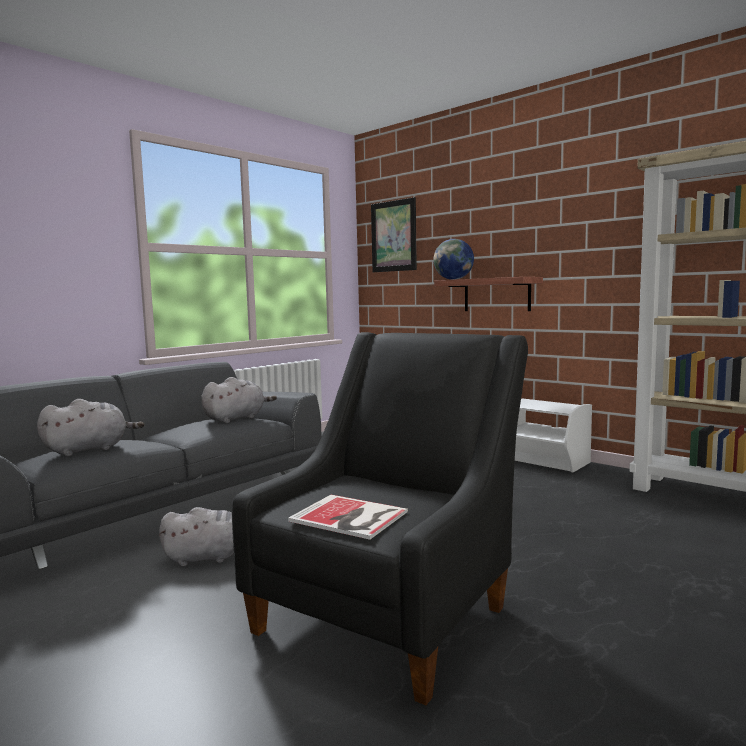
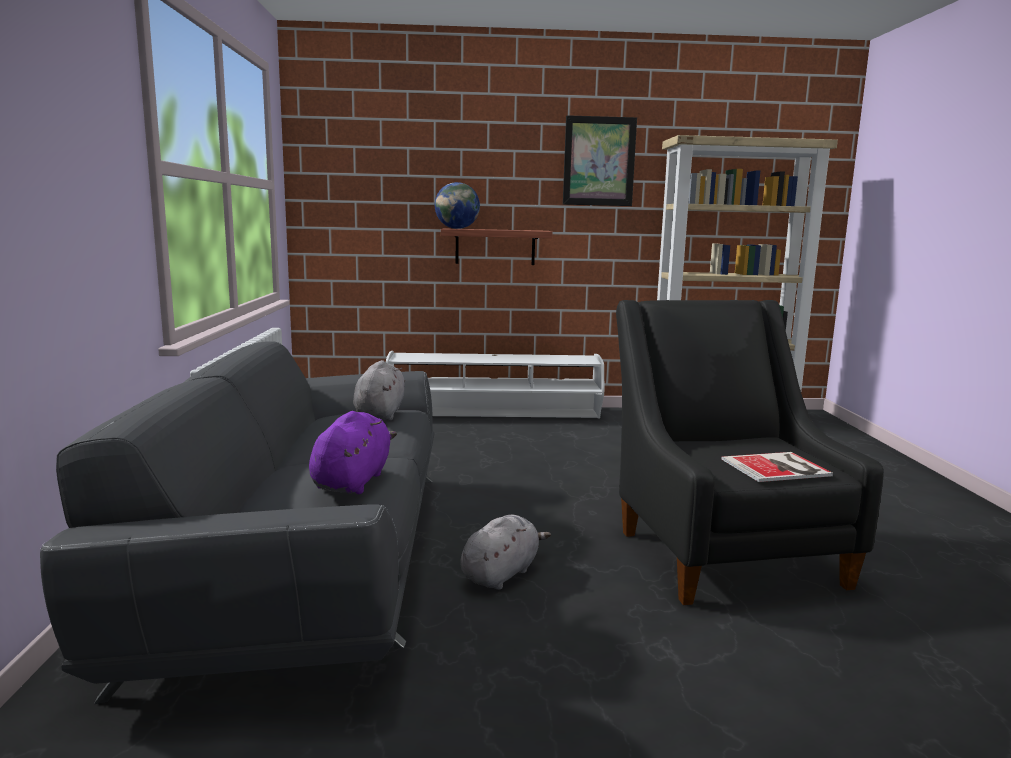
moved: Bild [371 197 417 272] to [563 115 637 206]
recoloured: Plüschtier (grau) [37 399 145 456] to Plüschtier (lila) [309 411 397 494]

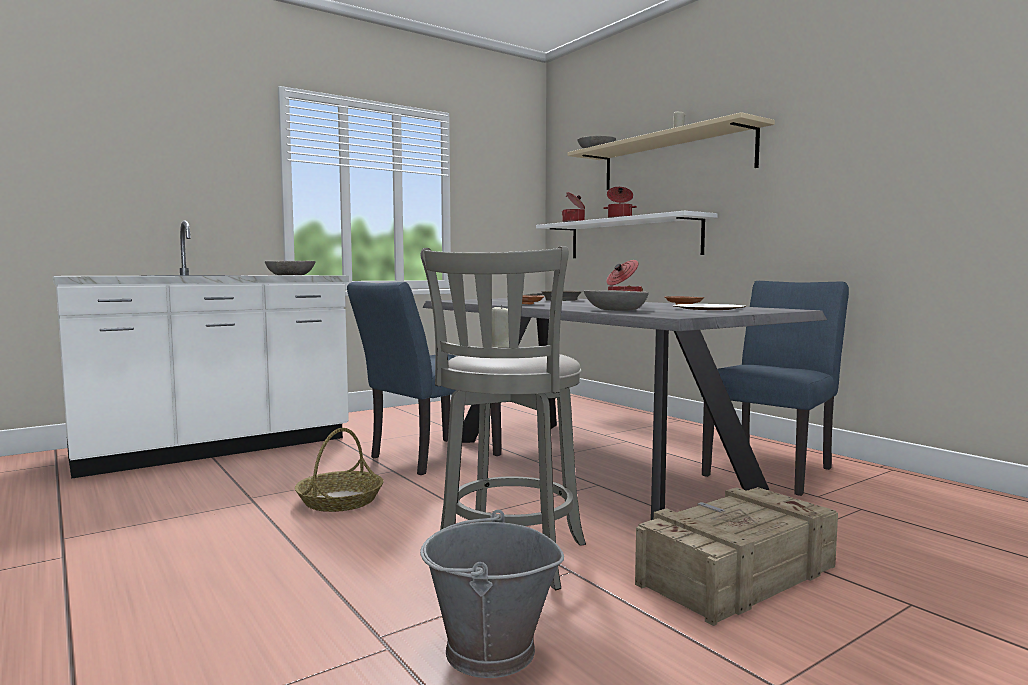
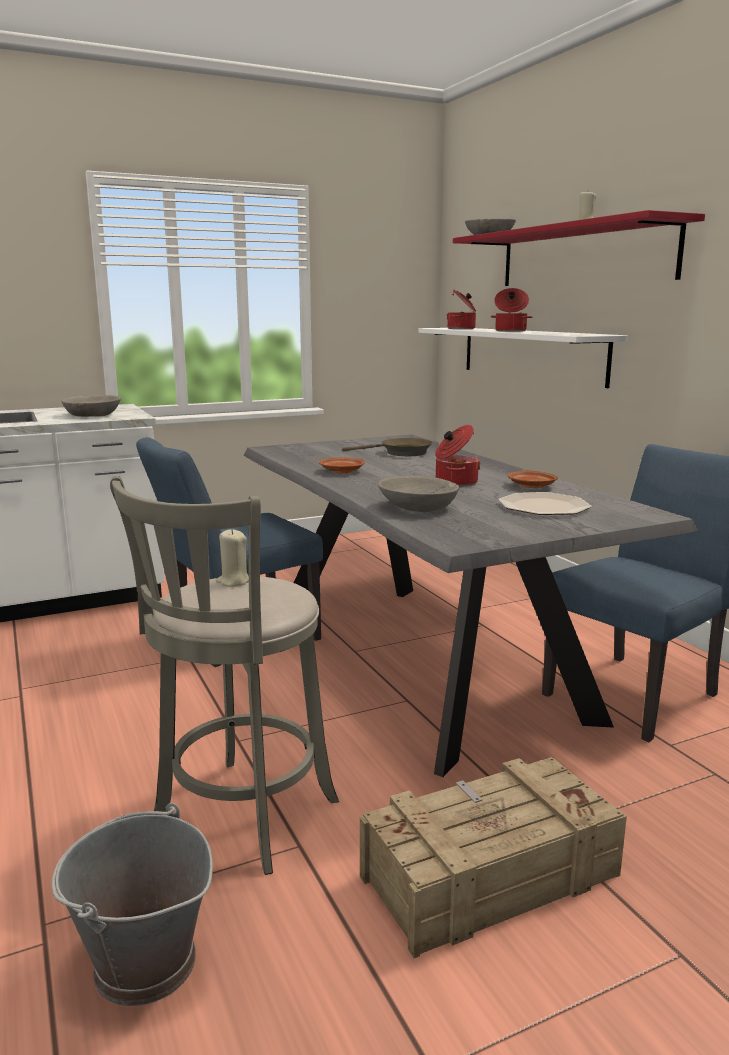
removed: Korb [295 428 383 512]
recoloured: Wandregal (beige) [567 112 775 190] to Wandregal (rot) [453 210 705 286]

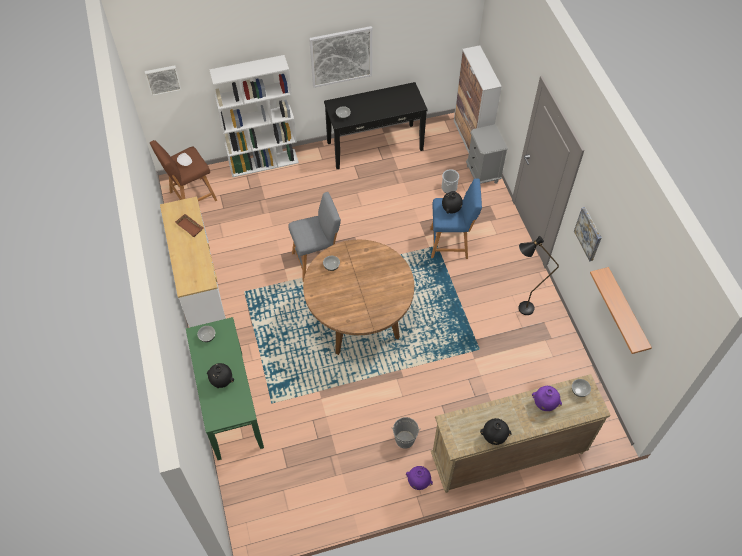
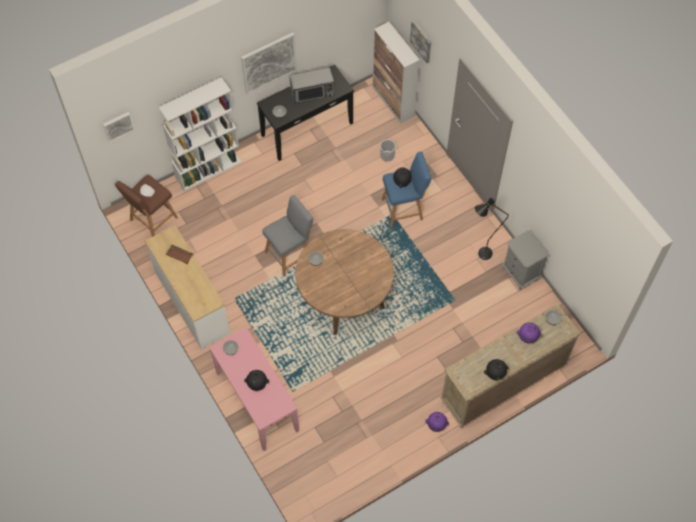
removed: Eimer (grau) [391 417 421 449]; Wandregal [590 267 652 354]
added: Mikrowelle [289 67 334 103]
moved: Bild [574 207 602 261] to [410 21 431 63]; Nachttisch (grau) [466 124 508 184] to [503 230 548 290]
recoloured: Konsolentisch (grün) [186 317 264 460] to Konsolentisch (rosa) [209 327 299 451]

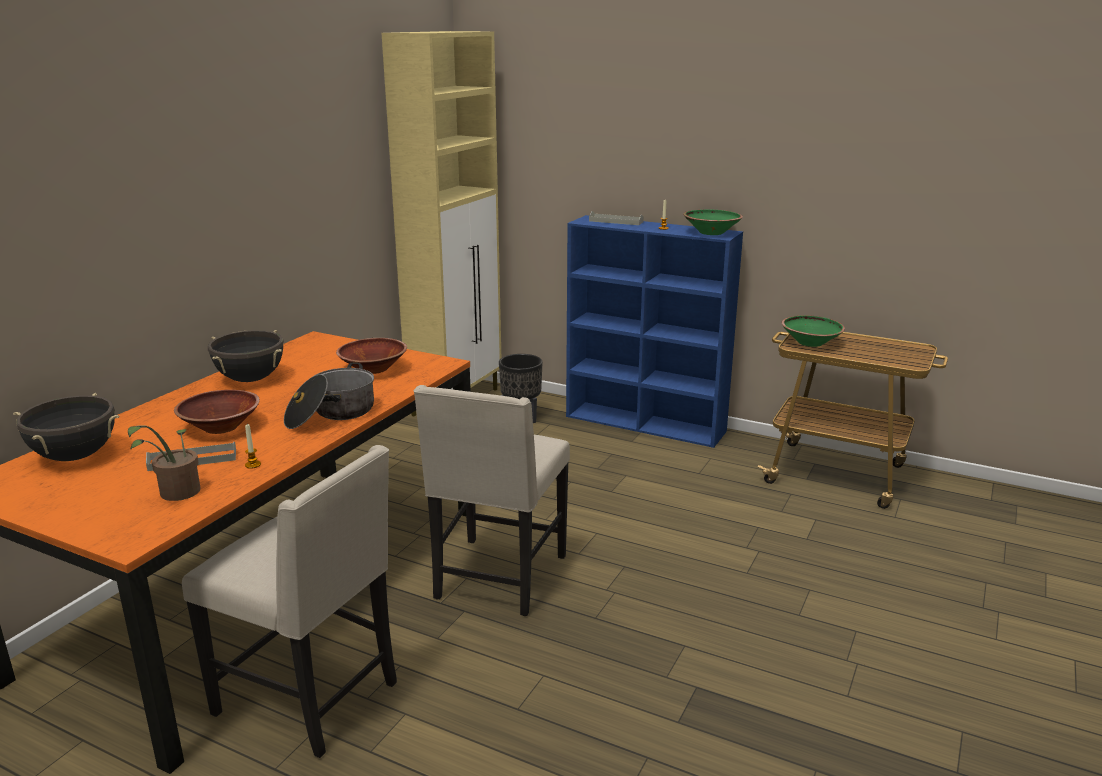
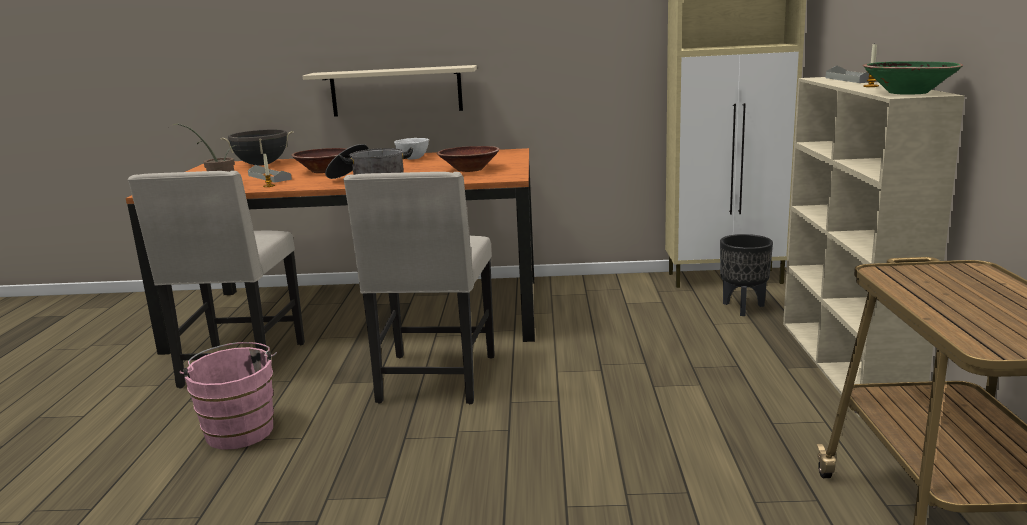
removed: Schüssel (grün) [782 315 845 347]
added: Eimer (rosa) [180 342 277 450]; Wandregal (beige) [303 65 477 117]
replaced: Kochtopf (schwarz) [208 330 284 382] to Schüssel (weiß) [394 138 429 159]
recoloured: Bücherregal (blau) [566 215 743 448] to Bücherregal (beige) [783 77 964 417]
turned: Stuhl (beige) [414 385 570 616] = [343 172 495 404] 75 degrees counterclockwise

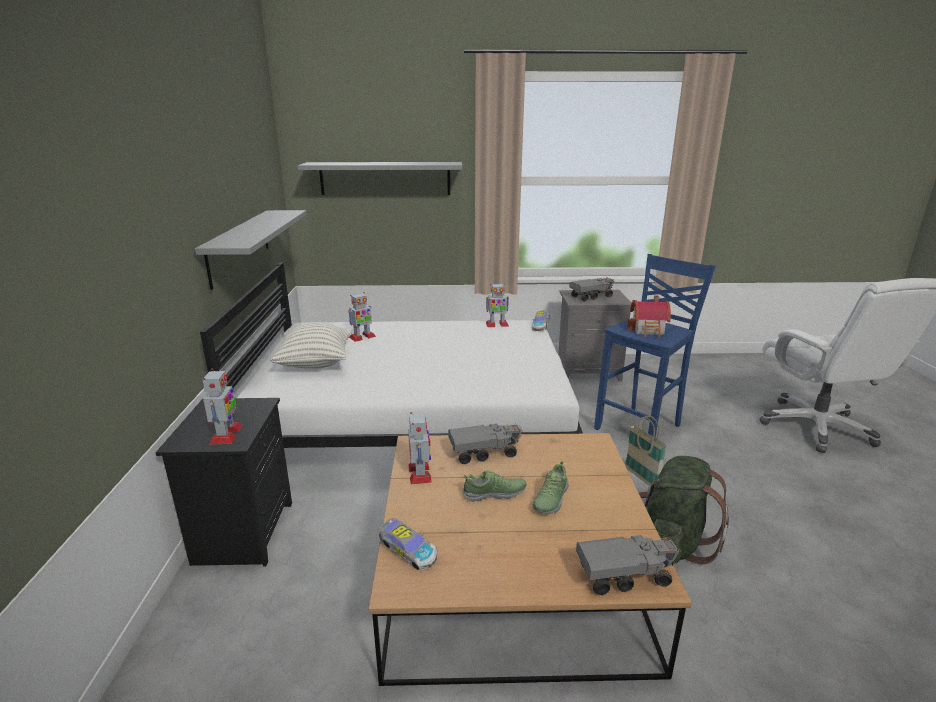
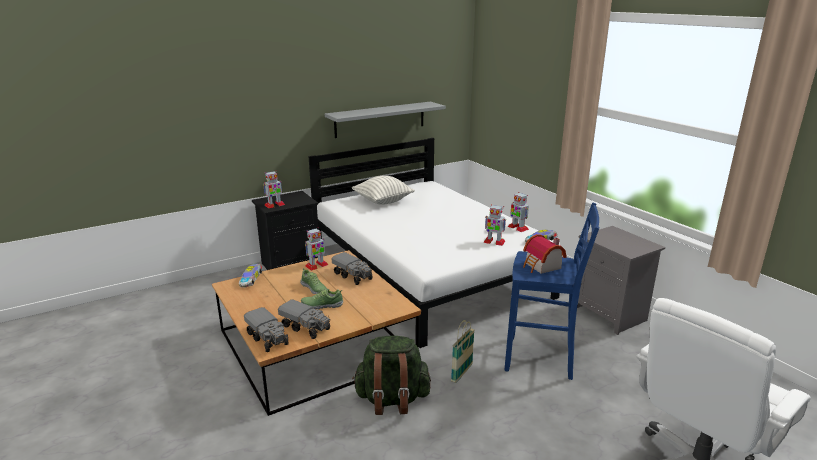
removed: Wandregal (grau) [298 162 462 195]
moved: Spielzeuglaster [569 278 615 301] to [278 299 330 339]; Spielzeugroboter [348 292 376 342] to [483 204 506 246]

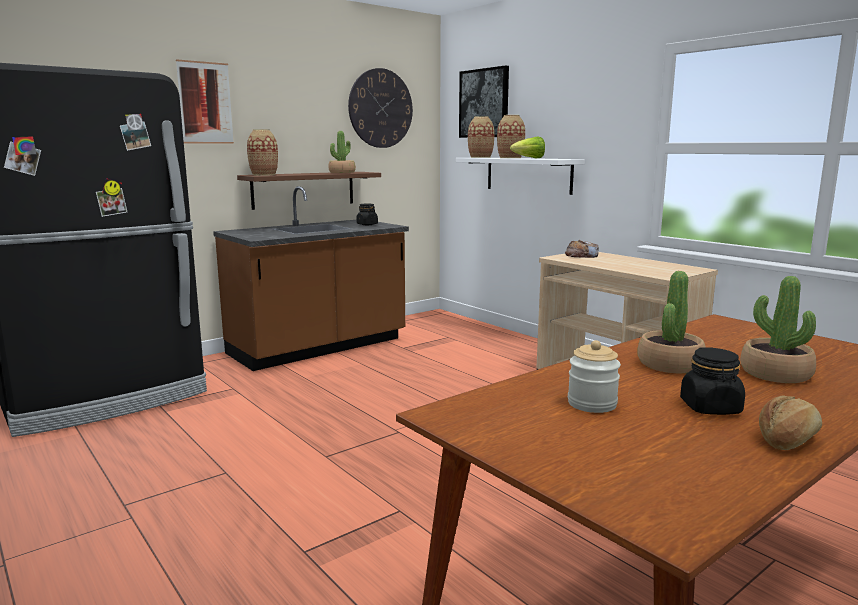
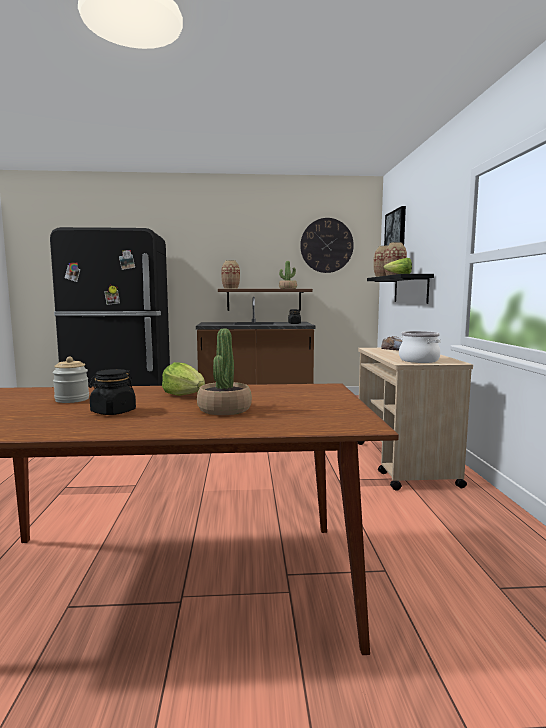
removed: Bild [176 59 234 144]; Brot [759 396 822 450]
added: Kochtopf [399 331 441 363]
replaced: Topfpflanze [637 271 706 373] to Salatkopf [162 362 205 396]
recoloured: Wandregal (weiß) [455 158 585 195] to Wandregal (schwarz) [367 274 434 304]

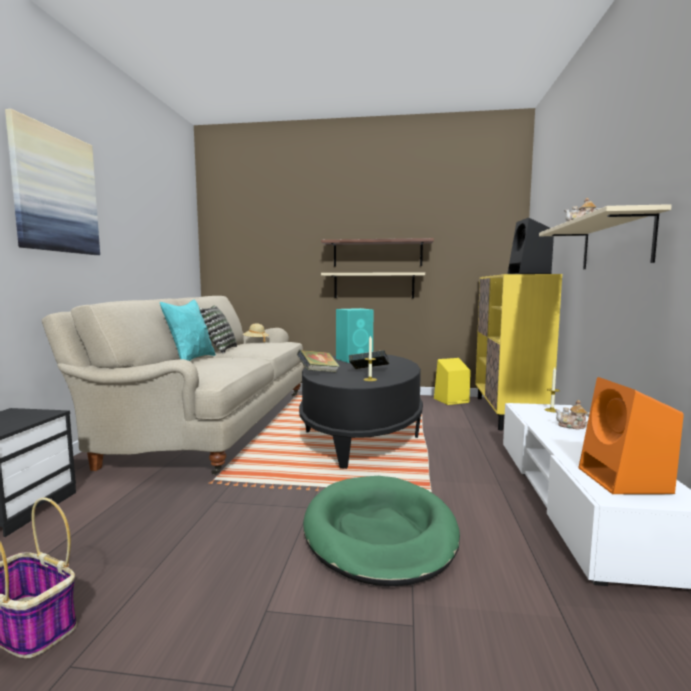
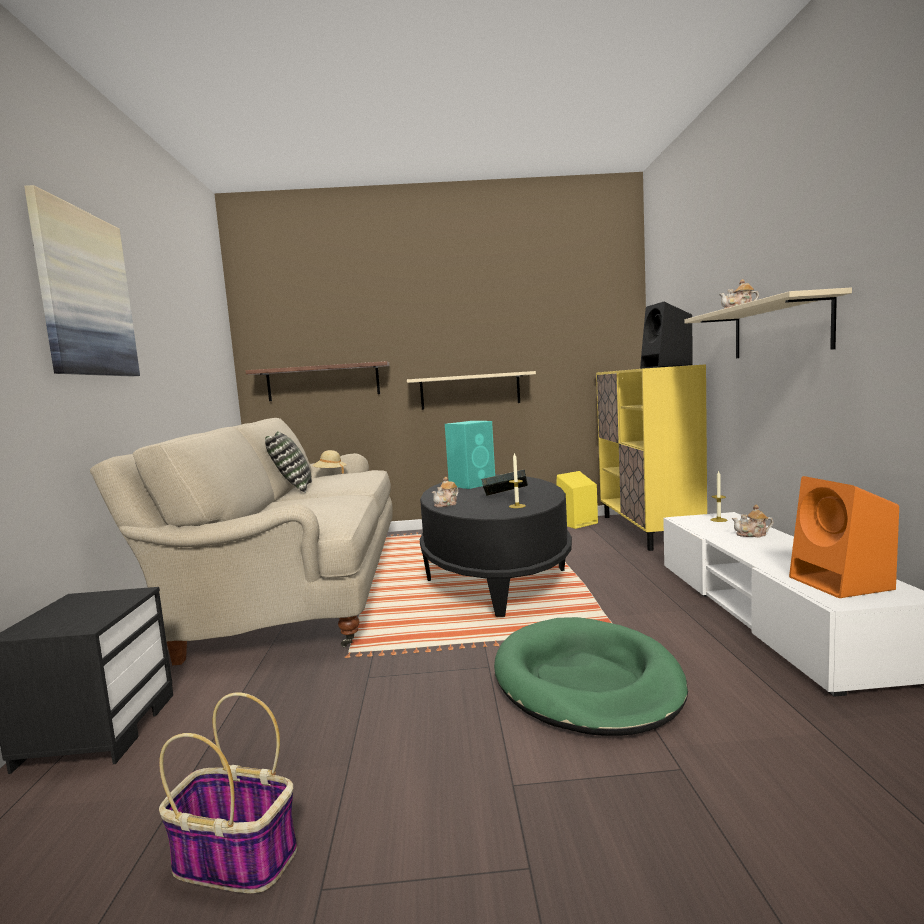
removed: Kissen (türkis) [160 300 216 361]
moved: Wandregal [321 238 434 266] to [246 361 389 401]
replaced: Buch [297 350 340 373] to Teekanne [432 477 459 507]

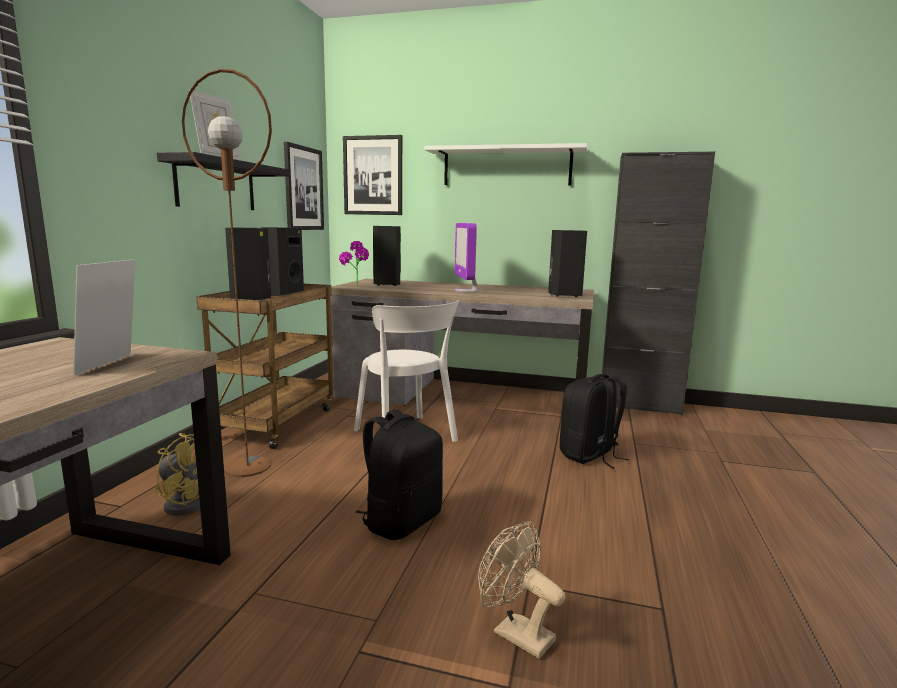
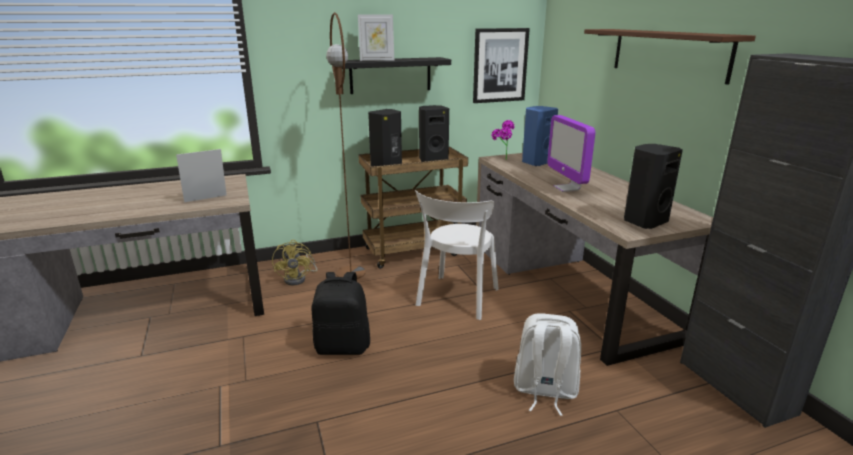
removed: Bild [343 135 402 215]; Ventilator (beige) [478 522 565 659]
recoloured: Rucksack (schwarz) [560 374 629 469] to Rucksack (weiß) [514 313 581 416]; Lautsprecher (schwarz) [373 226 401 286] to Lautsprecher (blau) [522 106 558 166]; Wandregal (weiß) [424 143 588 185] to Wandregal (braun) [584 29 756 85]
turned: Monitor [454 223 477 292] = [547 115 595 192] 60 degrees counterclockwise

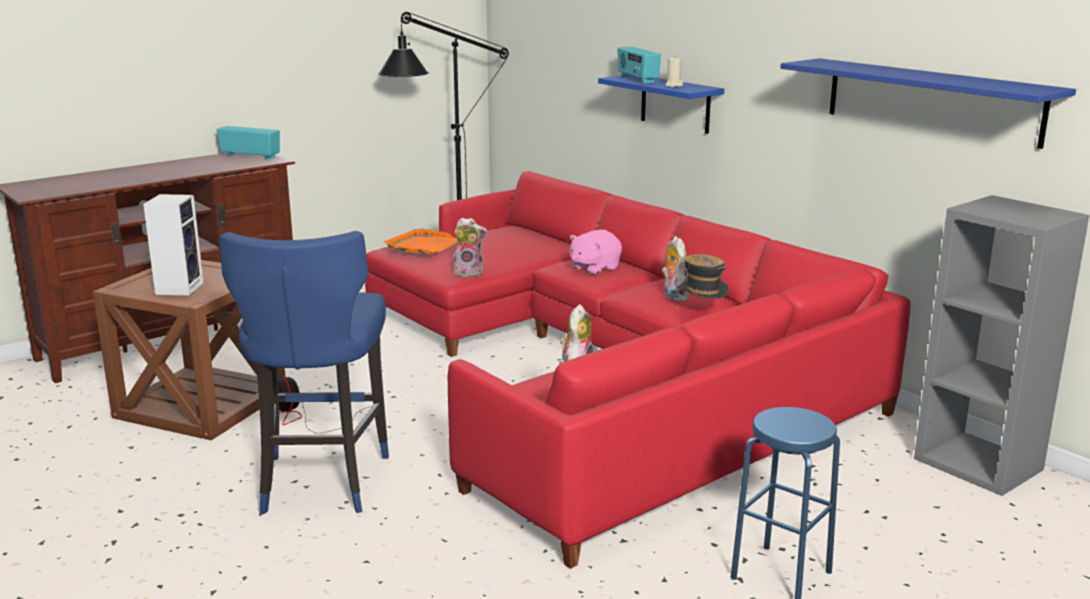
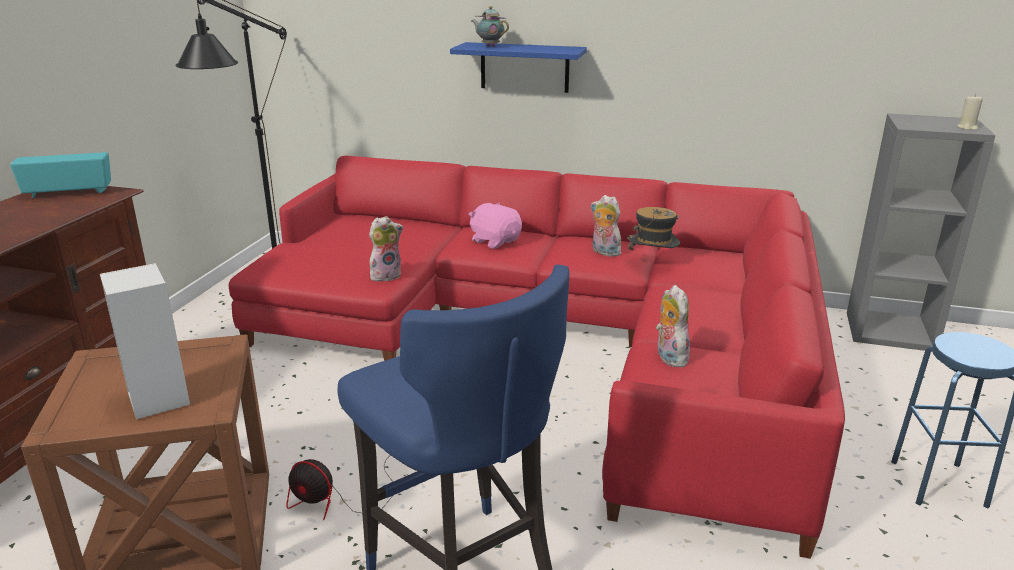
removed: Tablett (orange) [384 229 458 254]; Wandregal (blau) [780 58 1076 149]
moved: Kerze (beige) [665 57 683 87] to [957 94 983 130]
replaced: Radio [618 47 661 83] to Teekanne [471 6 509 47]
turned: Plüschtier (rosa) [570 230 622 275] = [469 203 522 249] 120 degrees clockwise

